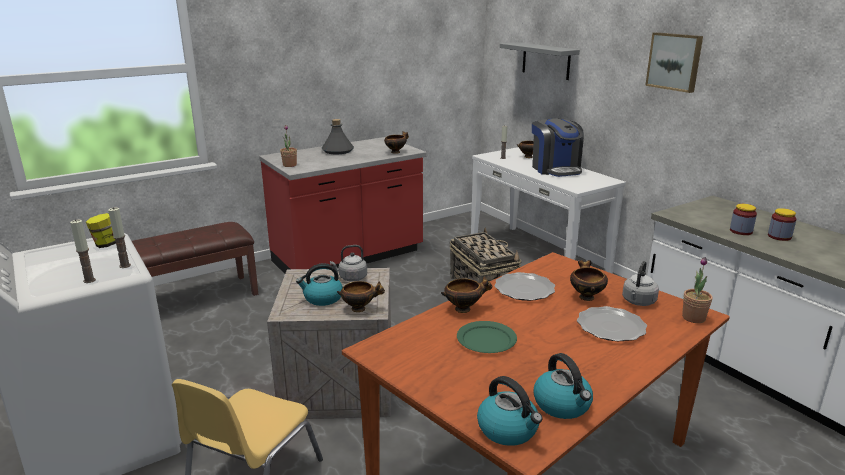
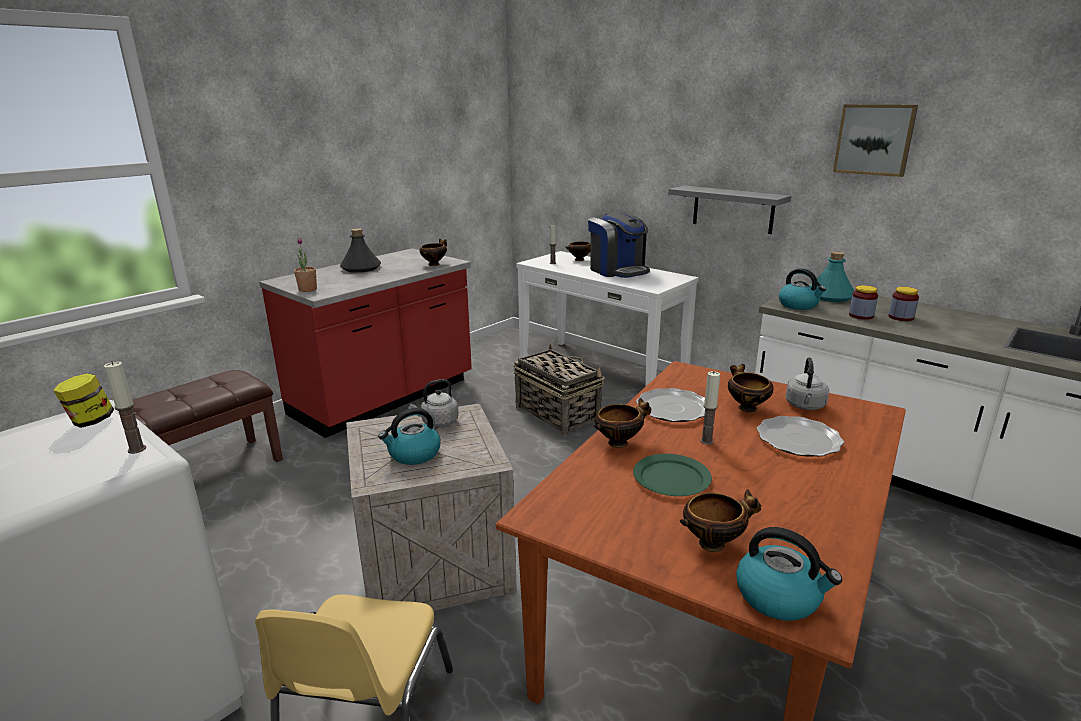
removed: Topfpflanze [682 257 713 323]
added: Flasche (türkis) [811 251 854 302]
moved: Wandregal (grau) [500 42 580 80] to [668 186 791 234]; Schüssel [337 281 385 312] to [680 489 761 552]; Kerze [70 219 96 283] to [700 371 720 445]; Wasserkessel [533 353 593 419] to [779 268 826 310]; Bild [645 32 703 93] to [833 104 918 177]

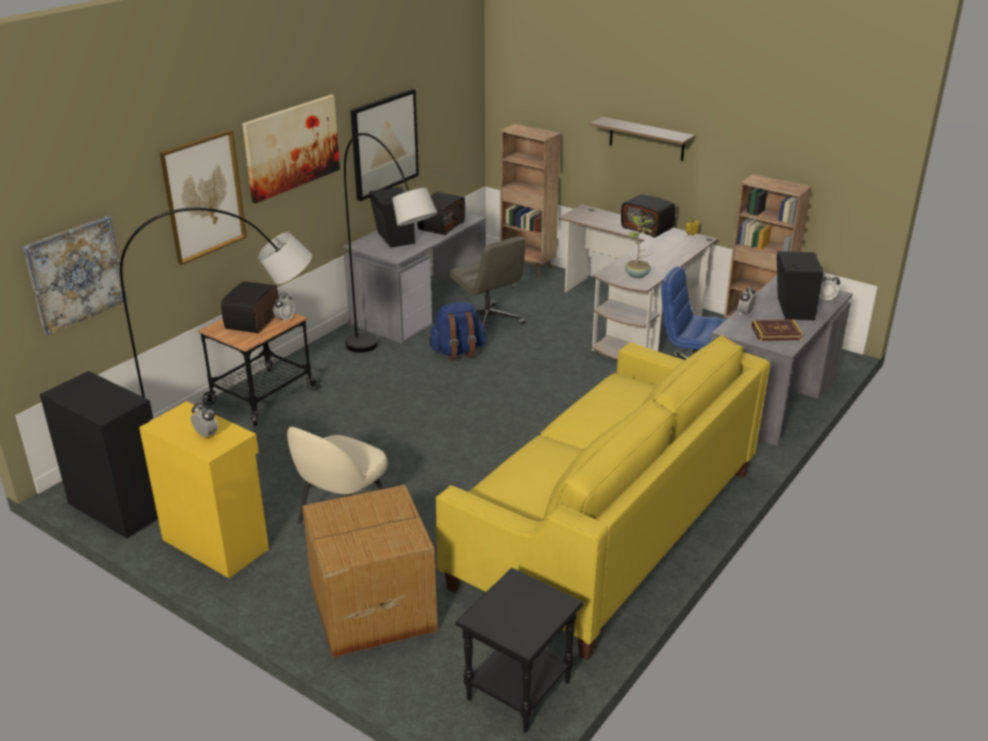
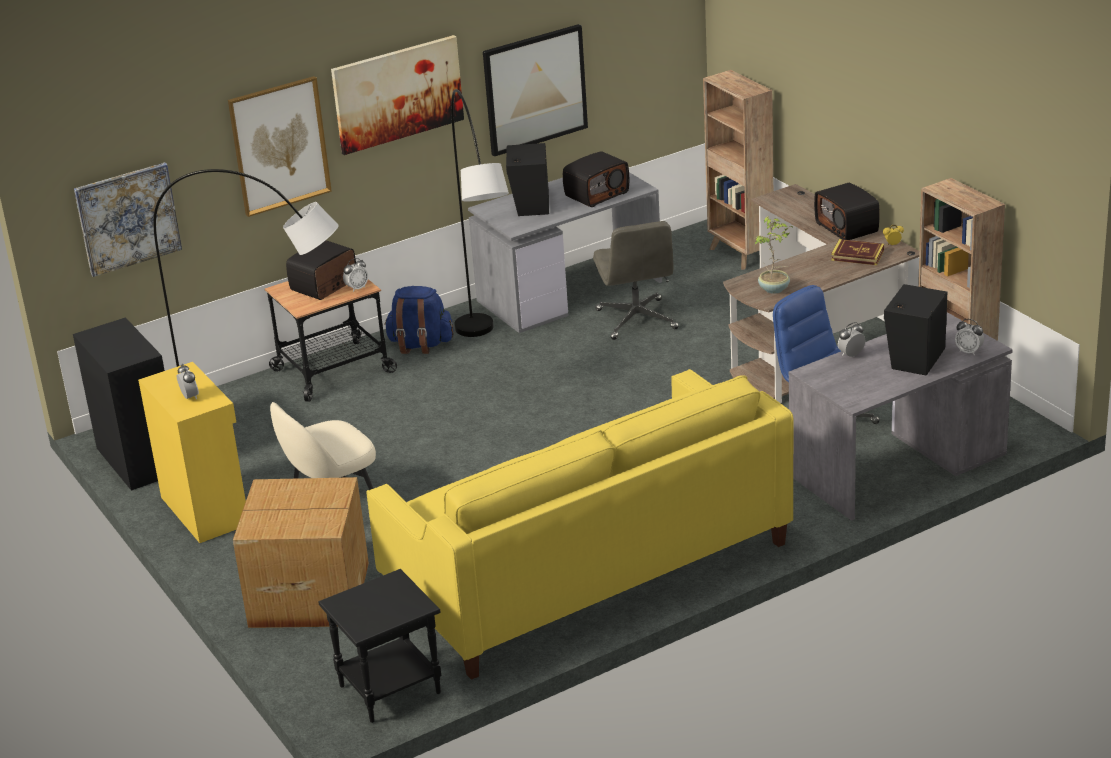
removed: Wandregal [589 117 695 161]
moved: Rucksack (blau) [428 302 486 361] to [384 286 454 354]; Buch [752 320 803 341] to [831 239 884 265]

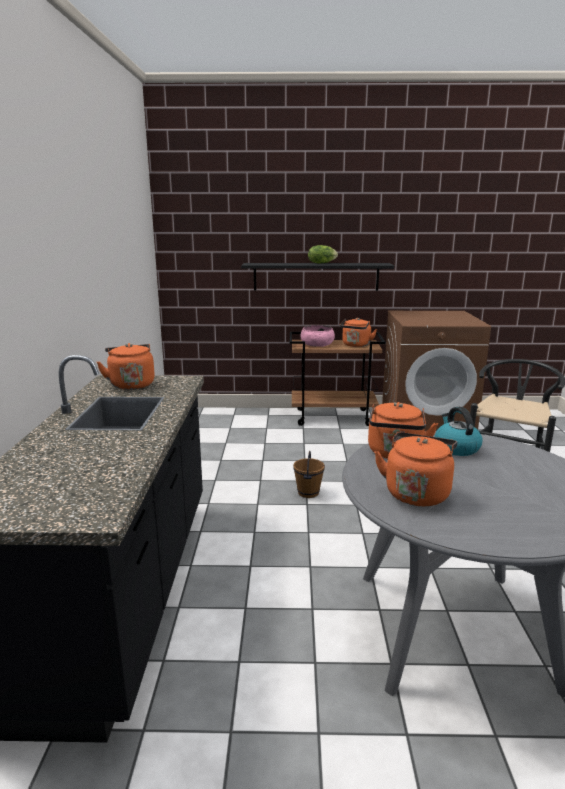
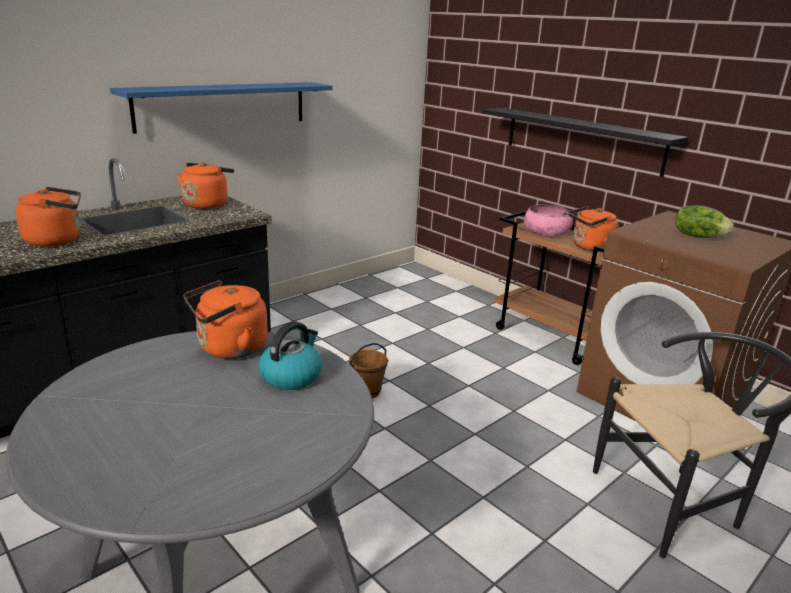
added: Wandregal (blau) [110 82 333 134]
moved: Wasserkessel (orange) [374 432 457 506] to [15 187 81 246]; Salatkopf [308 245 338 264] to [675 205 733 238]

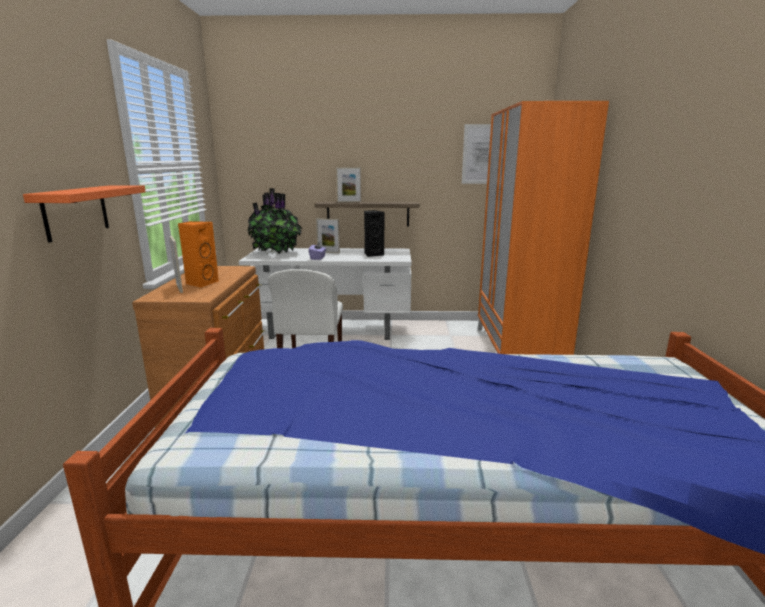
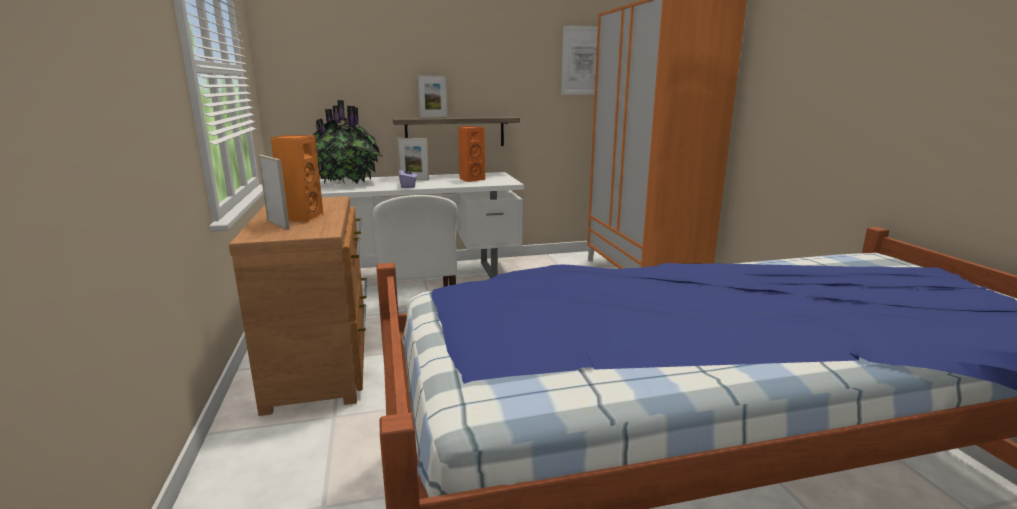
removed: Wandregal (orange) [23 185 146 243]
recoloured: Lautsprecher (schwarz) [364 210 384 257] to Lautsprecher (orange) [458 126 485 182]

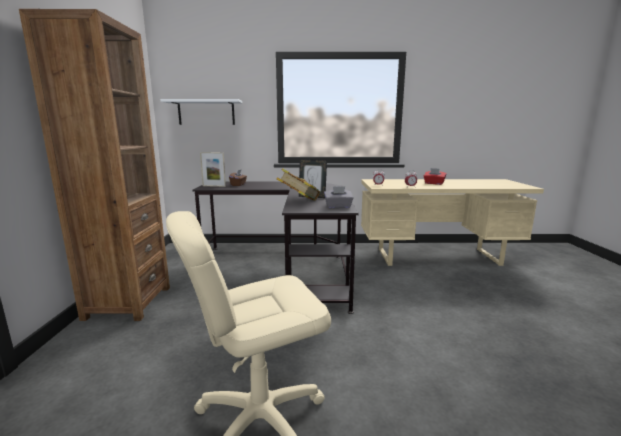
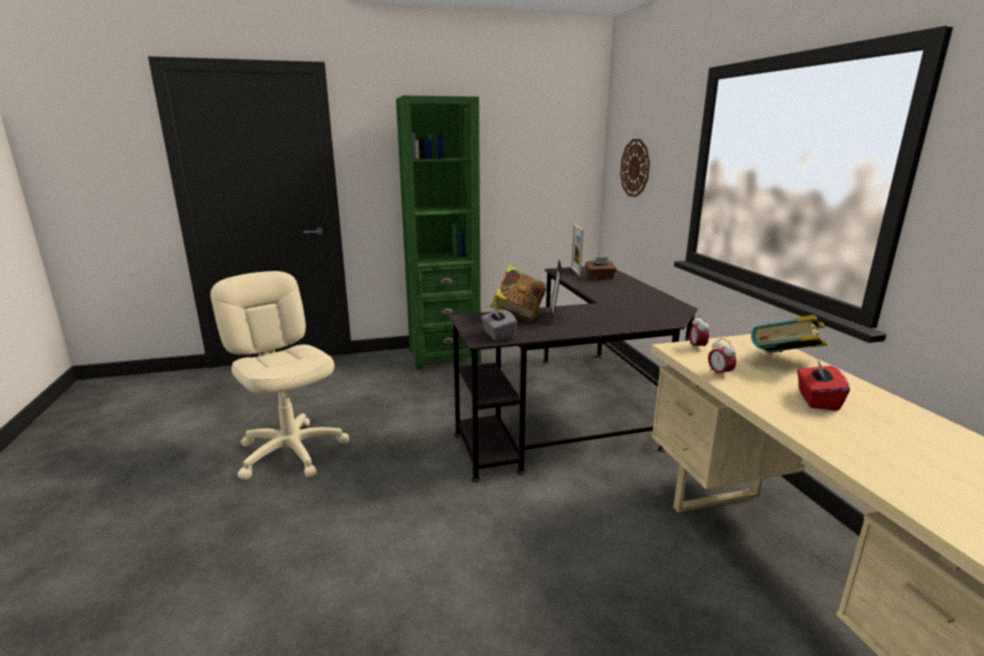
added: Buch [751 315 828 353]
replaced: Wandregal (weiß) [160 99 242 125] to Wanduhr [620 139 650 197]
recoloured: Bücherregal (braun) [19 9 170 321] to Bücherregal (grün) [396 95 481 370]

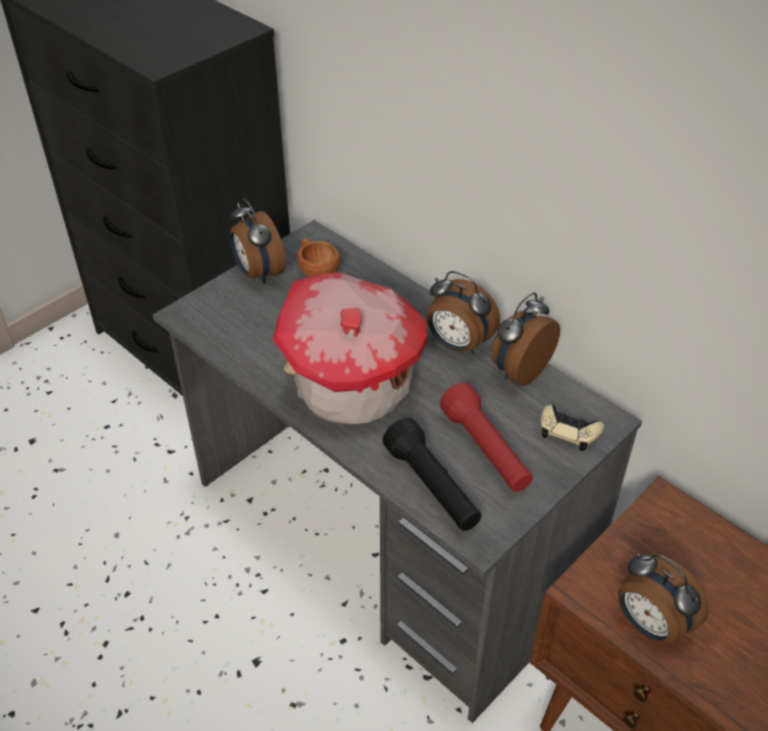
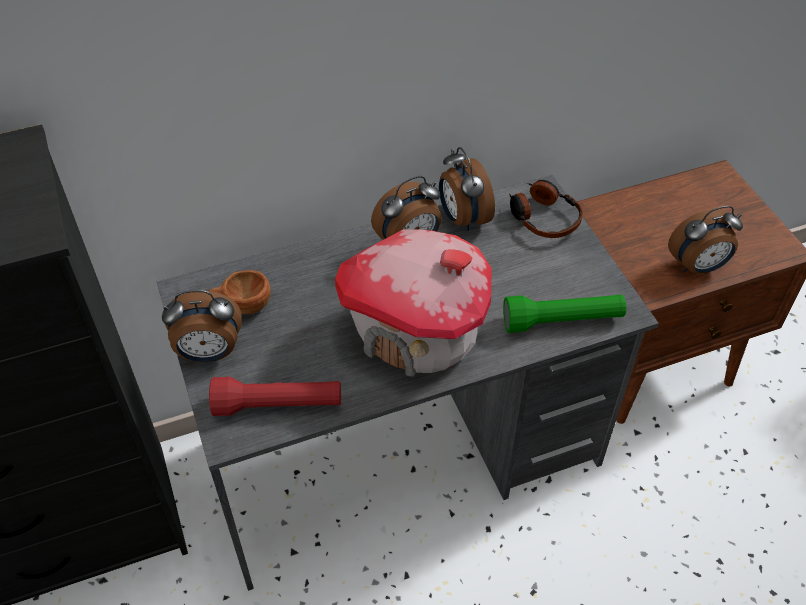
moved: Taschenlampe (rot) [440 382 533 492] to [209 377 341 416]
replaced: Gamepad (beige) [541 404 604 451] to Kopfhörer [509 180 583 238]
recoloured: Taschenlampe (schwarz) [382 418 481 531] to Taschenlampe (grün) [503 295 627 333]

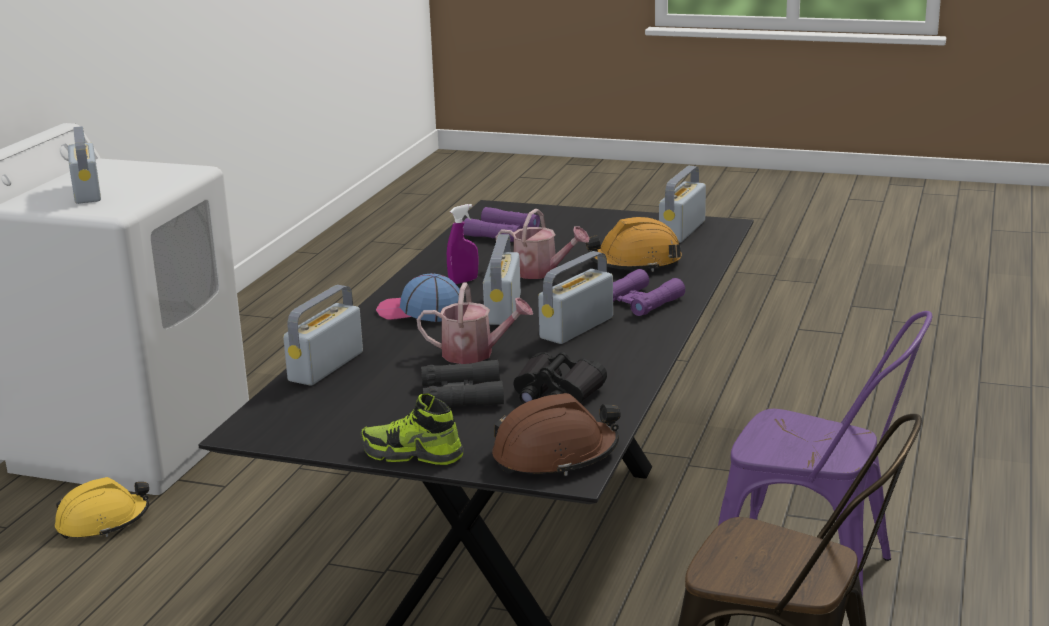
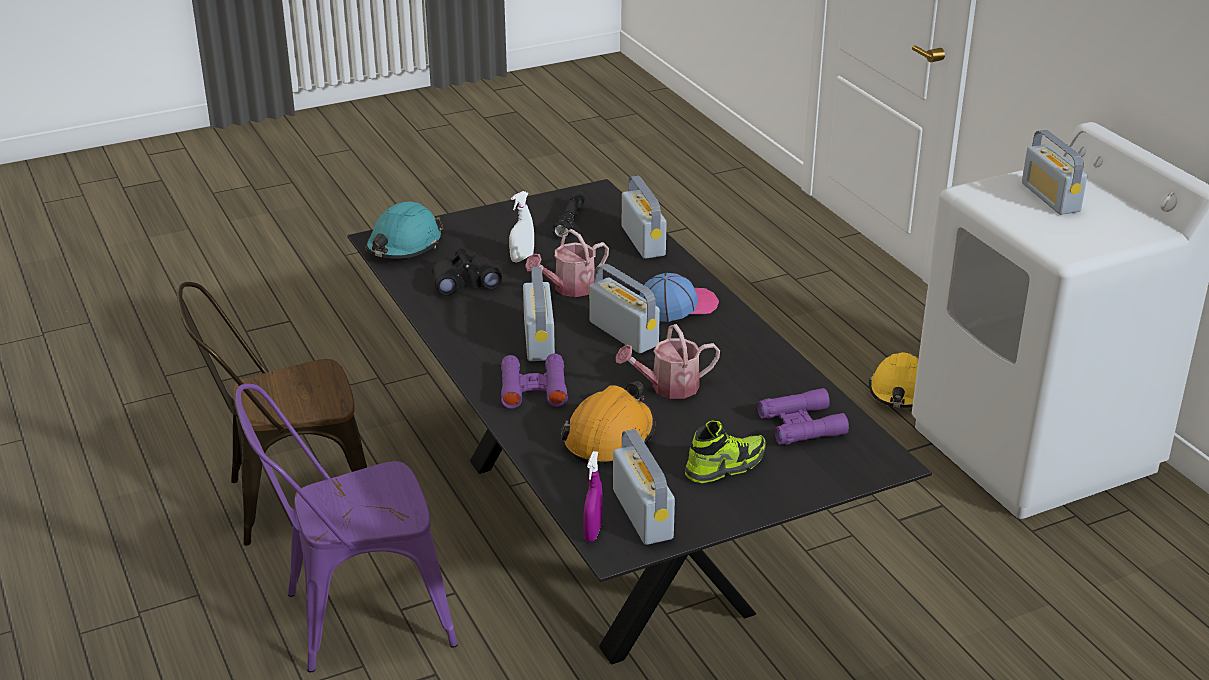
added: Taschenlampe (schwarz) [552 191 586 239]
moved: Sprühflasche (lila) [447 204 479 284] to [583 451 603 542]; Schuh [360 393 463 465] to [685 420 766 483]
replaced: Fernglas (schwarz) [421 360 504 407] to Sprühflasche (weiß) [509 191 534 263]
recoloured: Schutzhelm (braun) [492 393 621 476] to Schutzhelm (türkis) [365 201 443 259]
turned: Radio [68 126 101 204] = [1022 130 1087 215] 45 degrees clockwise

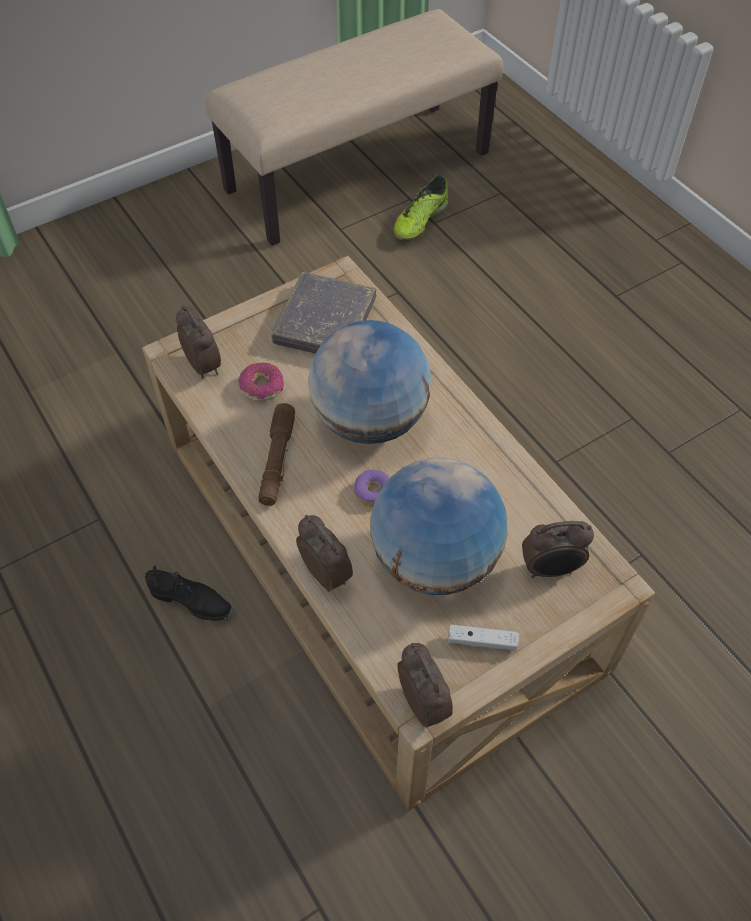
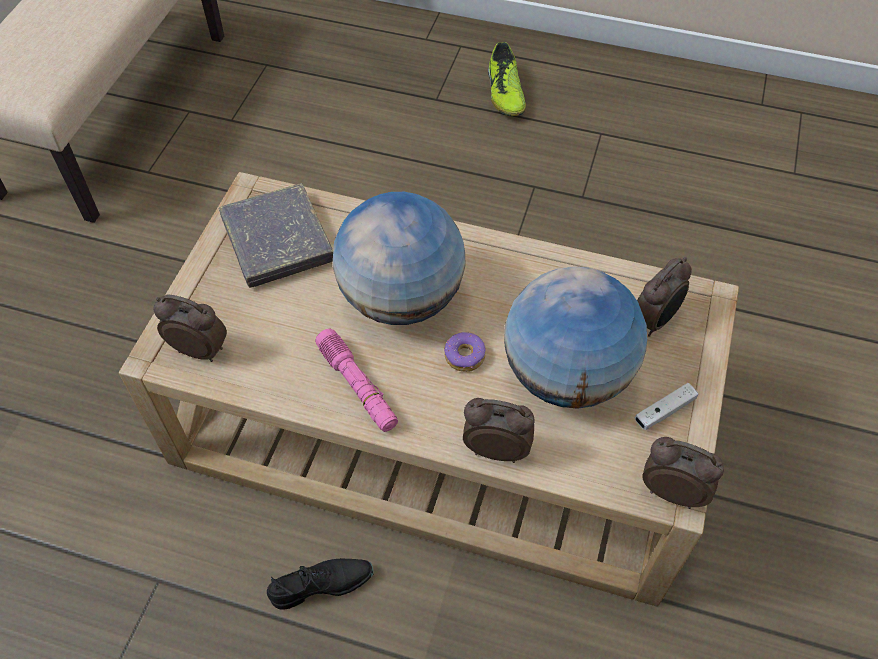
removed: Donut [238 363 284 401]
moved: Schuh [393 175 448 241] to [488 42 526 116]
recoloured: Taschenlampe (braun) [259 403 295 506] to Taschenlampe (rosa) [315 328 398 432]

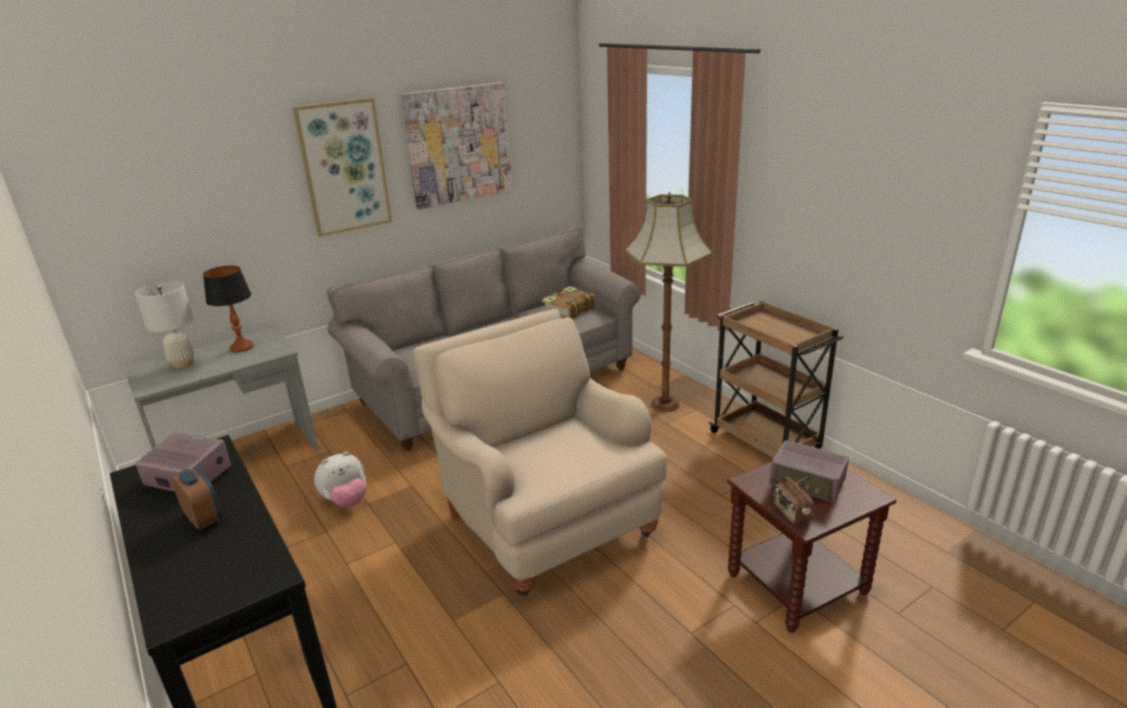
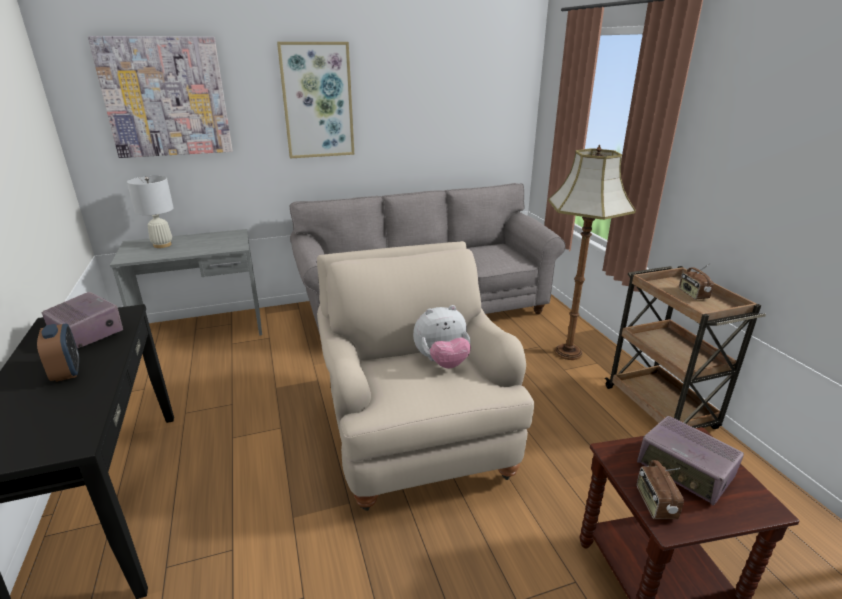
removed: Tischlampe [203 266 254 352]; Buch [542 286 595 319]
added: Radio [679 263 714 299]
moved: Bild [401 82 512 209] to [88 36 233 158]; Plüschtier [314 451 367 507] to [413 305 471 368]

